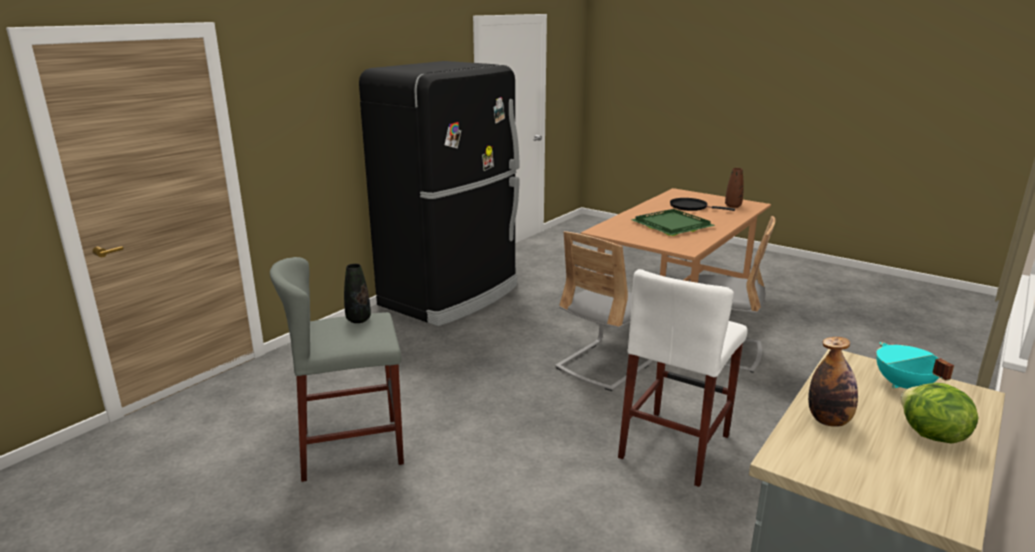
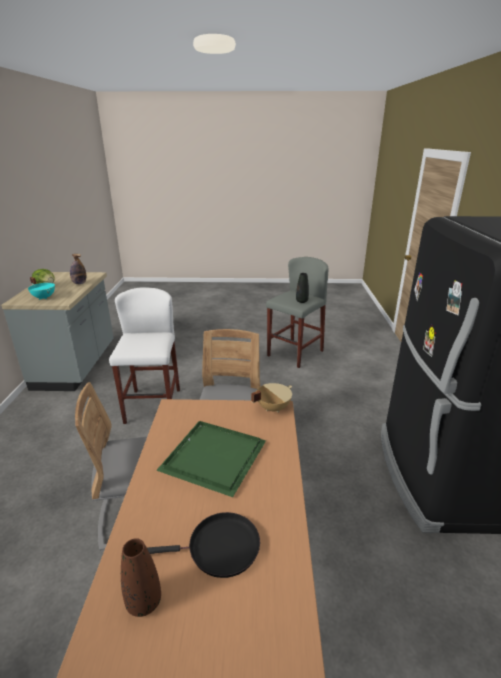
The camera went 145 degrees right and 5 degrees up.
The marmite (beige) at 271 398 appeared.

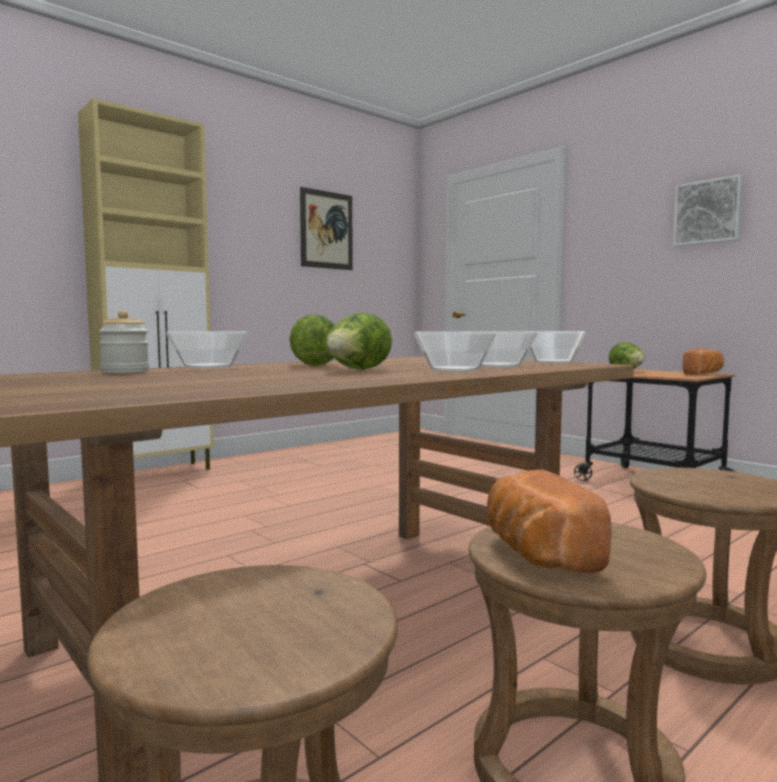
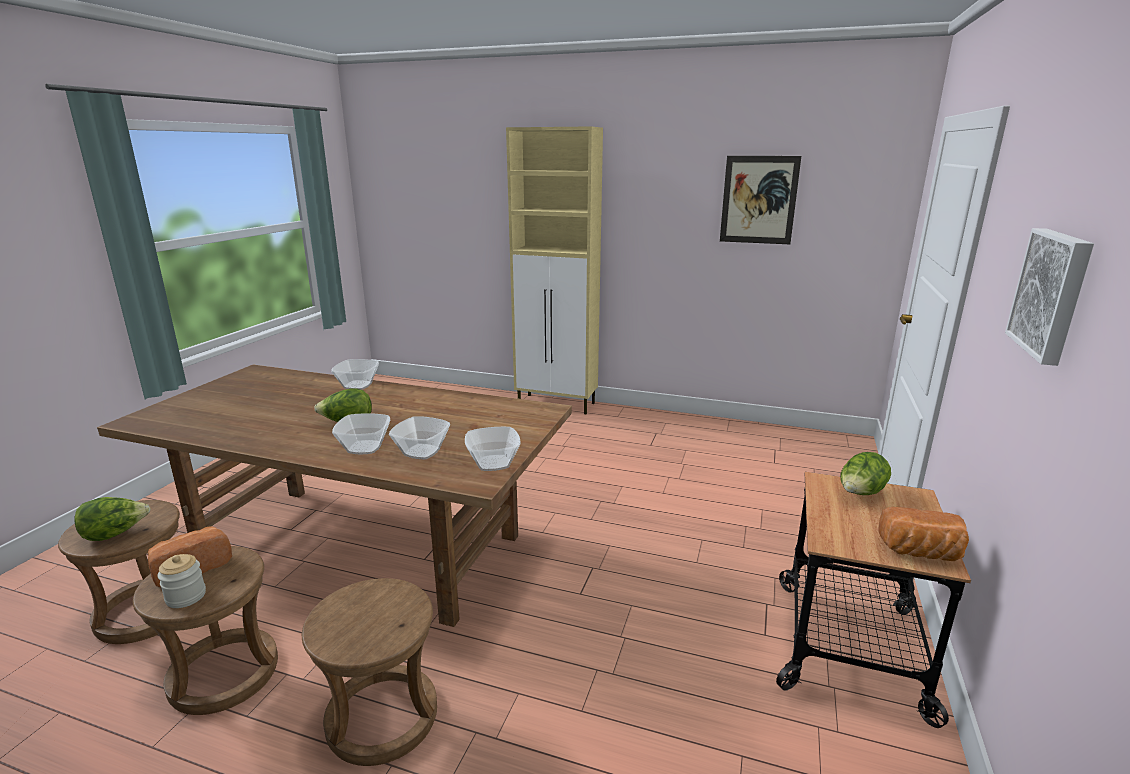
The camera went 60 degrees right and 15 degrees up.
The bocal moved from 124 341 to 182 581.
The laitue moved from 311 340 to 112 519.

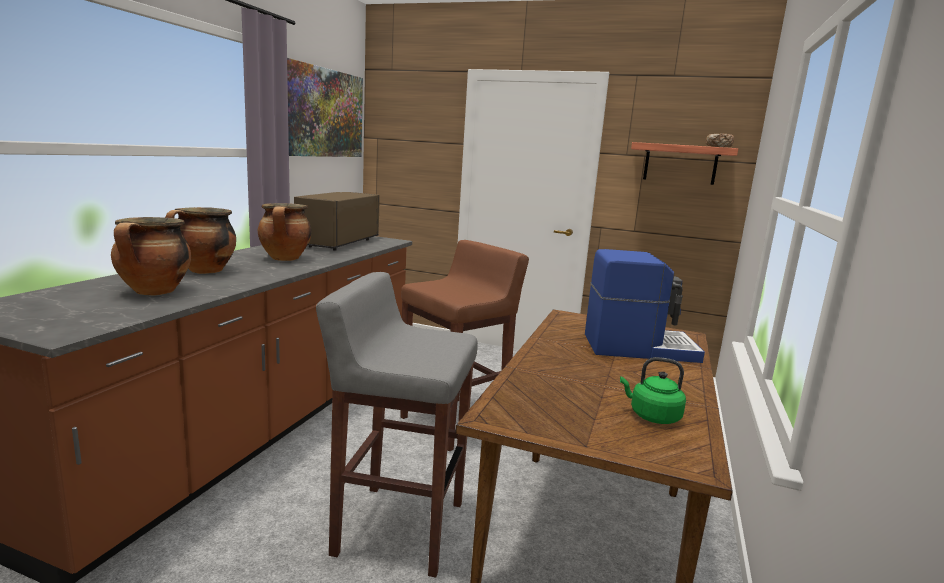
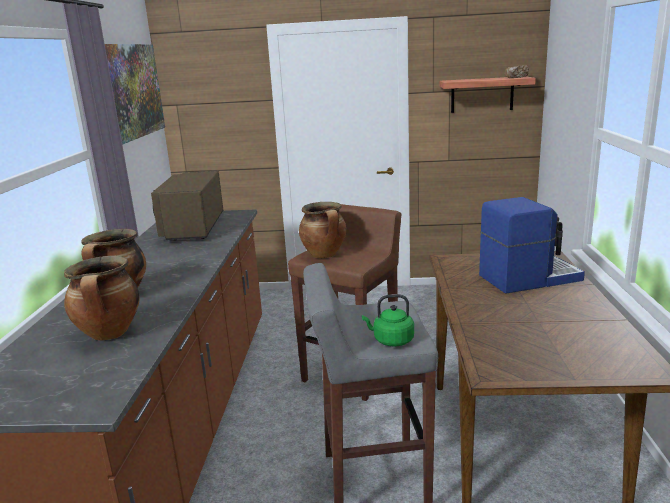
The camera went 15 degrees left and 5 degrees up.
The marmite moved from 284 232 to 323 230.
The bouilloire (vert) moved from 653 390 to 388 320.

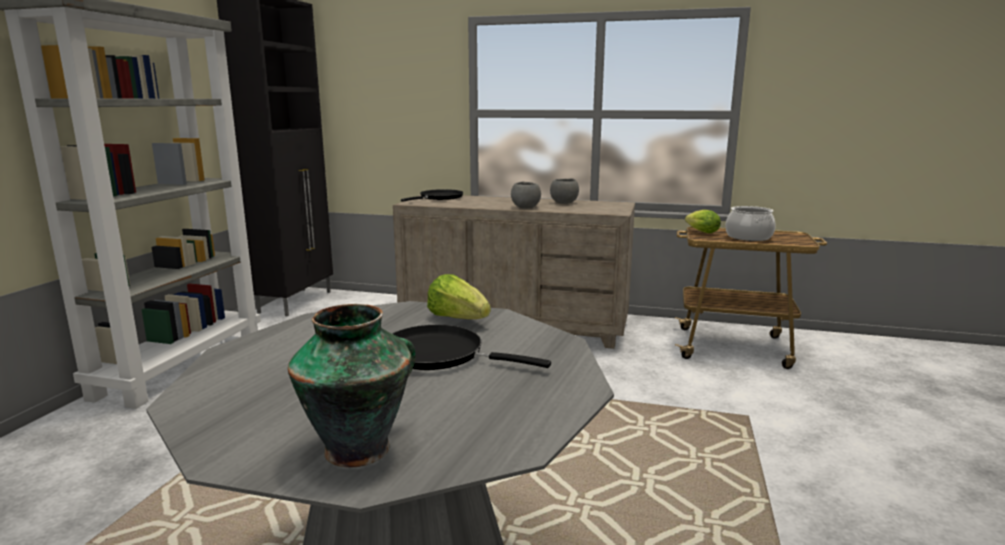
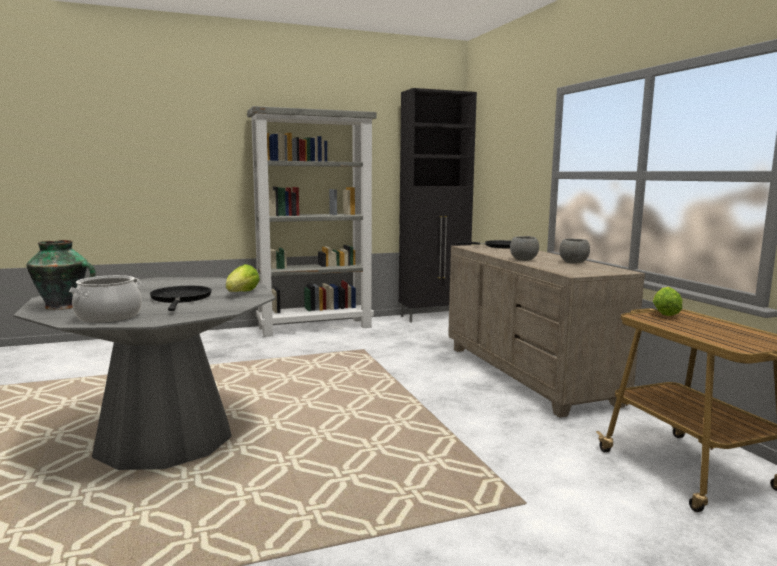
The camera went 55 degrees right and 5 degrees down.
The marmite moved from 750 223 to 105 299.

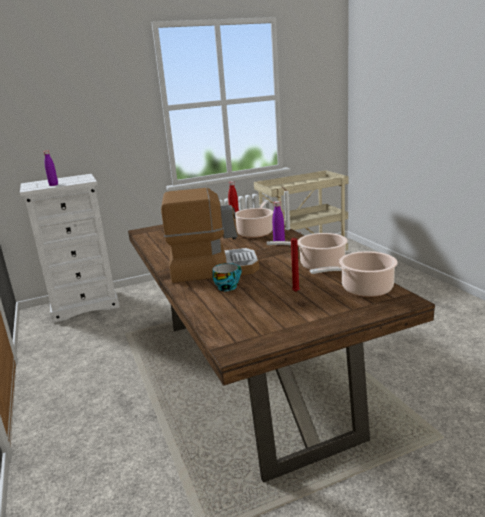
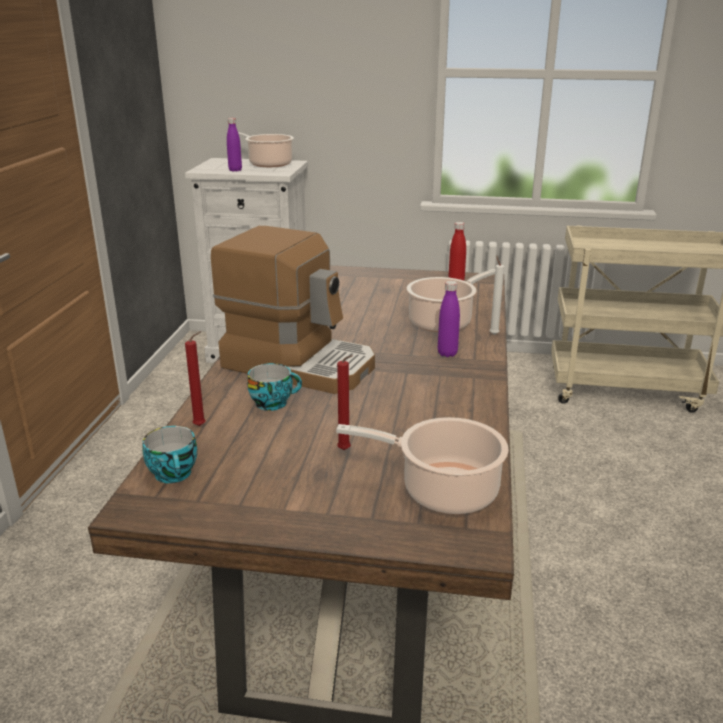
The camera went 30 degrees right and 5 degrees up.
The marmite moved from 307 251 to 260 149.
The bougie (rouge) at 195 378 appeared.
The tasse at 169 454 appeared.

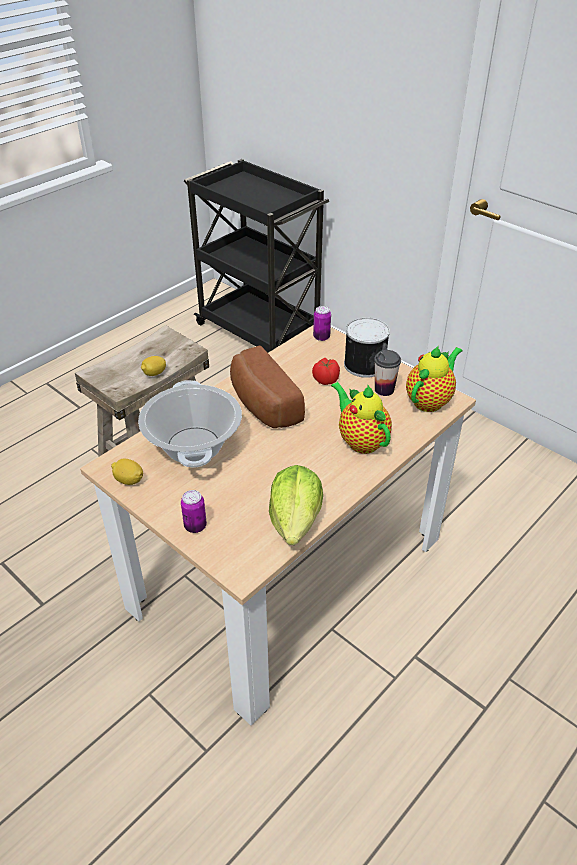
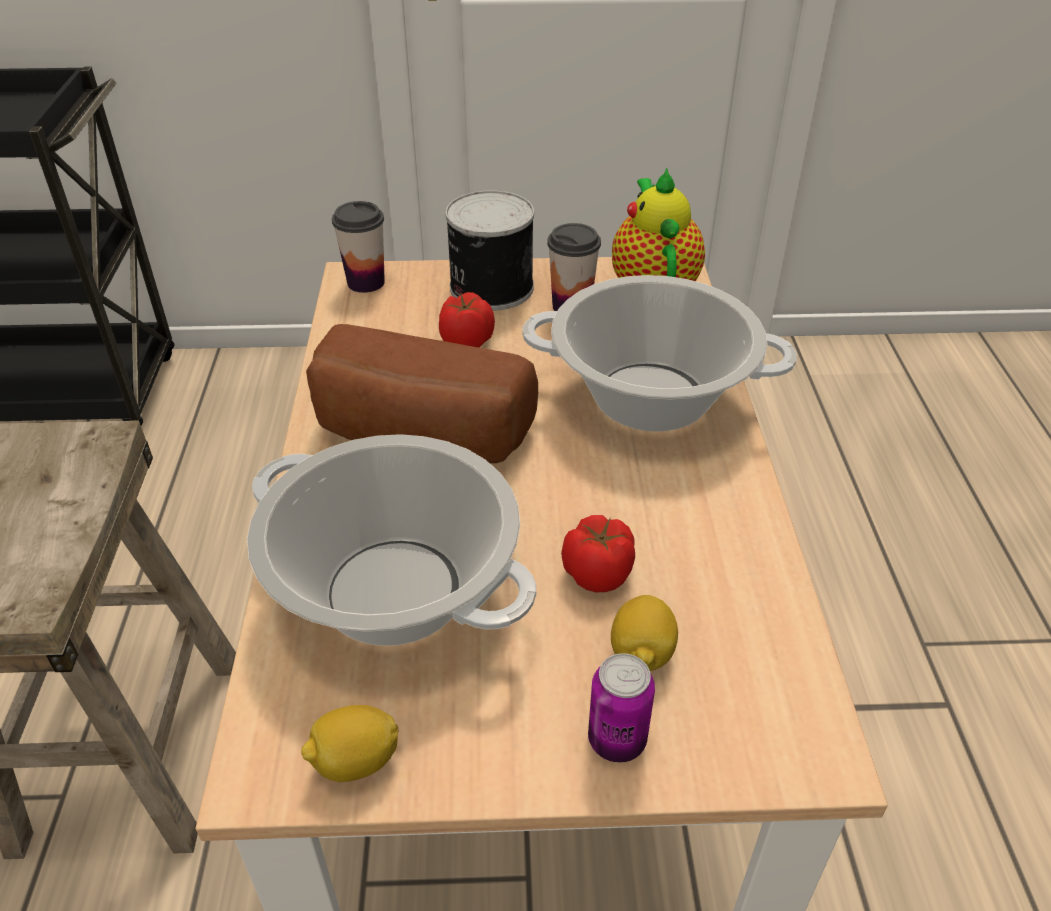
The camera went 45 degrees left and 0 degrees up.
The boîte métallique at 322 323 was replaced by the tasse at 358 247.
The citron moved from 153 366 to 644 633.
The théière at 361 418 was replaced by the marmite at 659 353.
The laitue at 296 505 disappeared.
The tomate at 598 553 appeared.

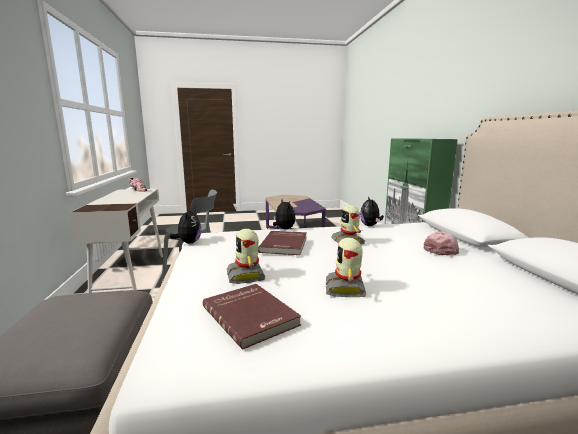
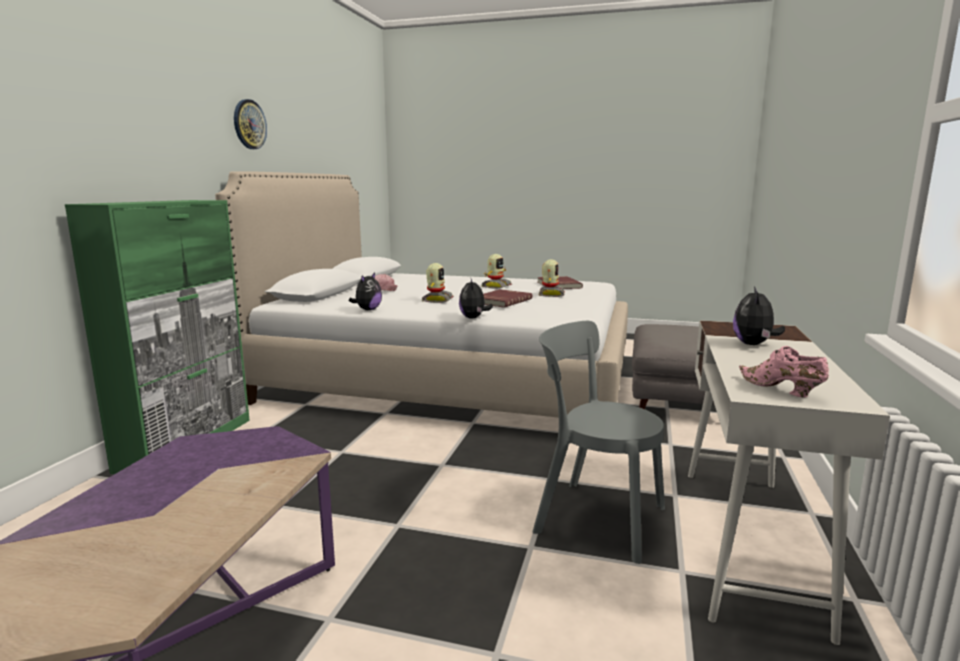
The camera went 155 degrees left and 0 degrees up.
The peluche moved from 185 226 to 759 315.
The horloge murale at 250 124 appeared.

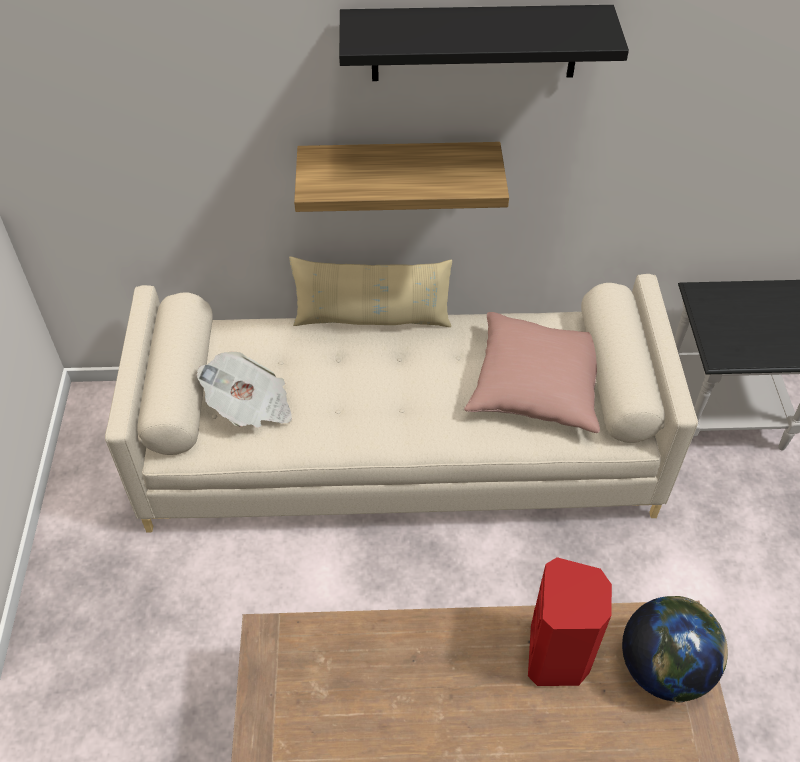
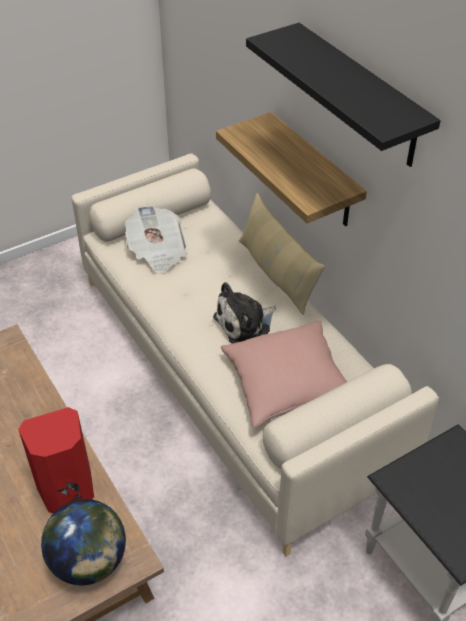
The camera went 60 degrees right and 5 degrees down.
The peluche at 244 313 appeared.

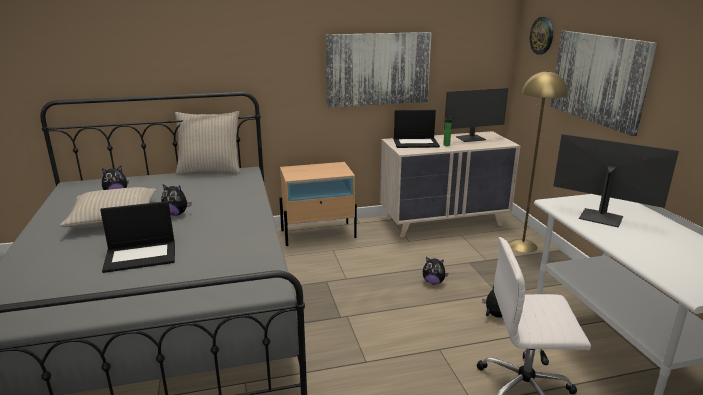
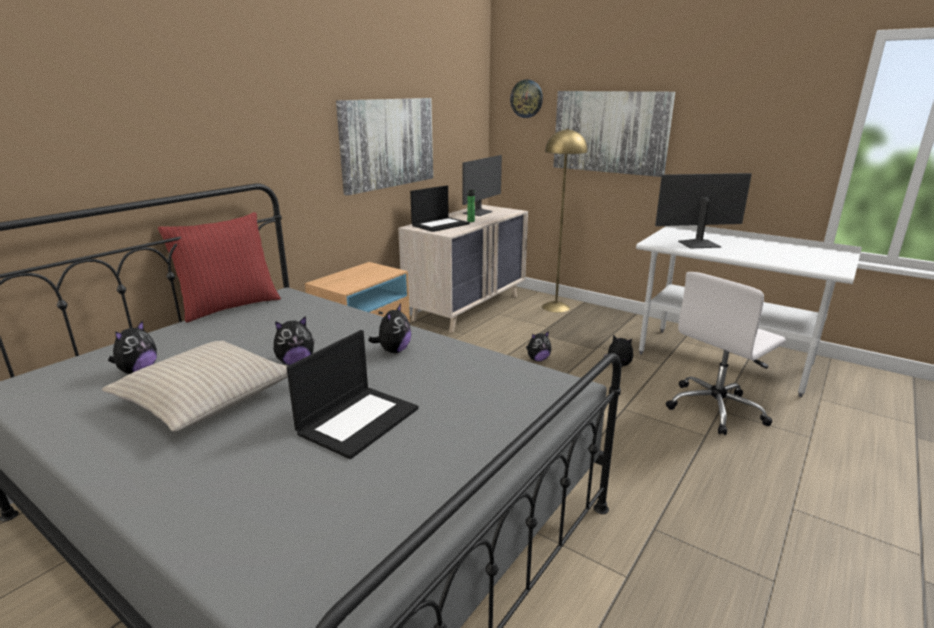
The camera went 40 degrees left and 0 degrees up.
The coussin (beige) at 207 142 became the coussin (rouge) at 219 267.
The peluche at 389 328 appeared.

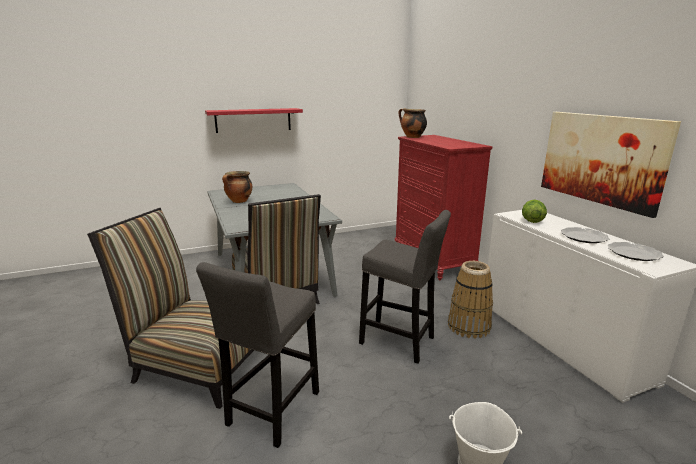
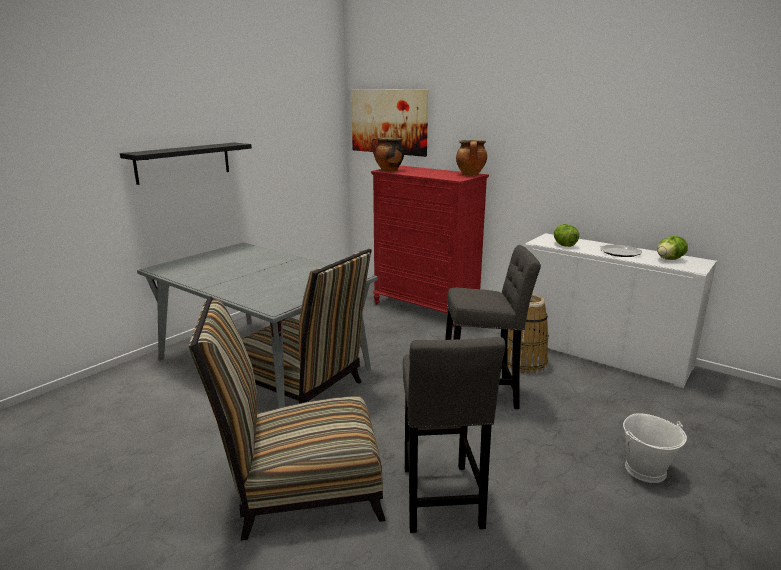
The camera went 30 degrees left and 0 degrees up.
The étagère (rouge) at 254 120 became the étagère (noir) at 186 164.
The tableau moved from 611 165 to 389 123.
The marmite moved from 237 187 to 471 157.
The assiette at 636 251 was replaced by the laitue at 672 248.

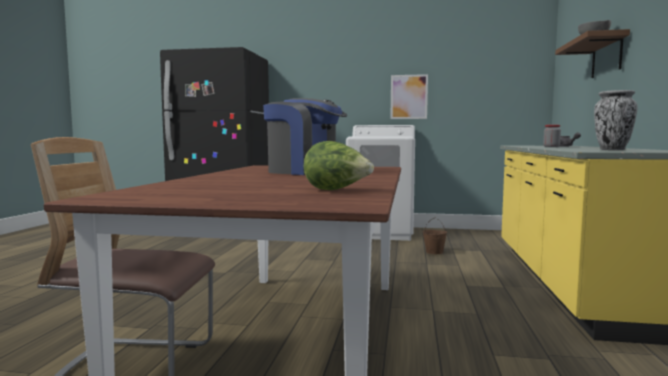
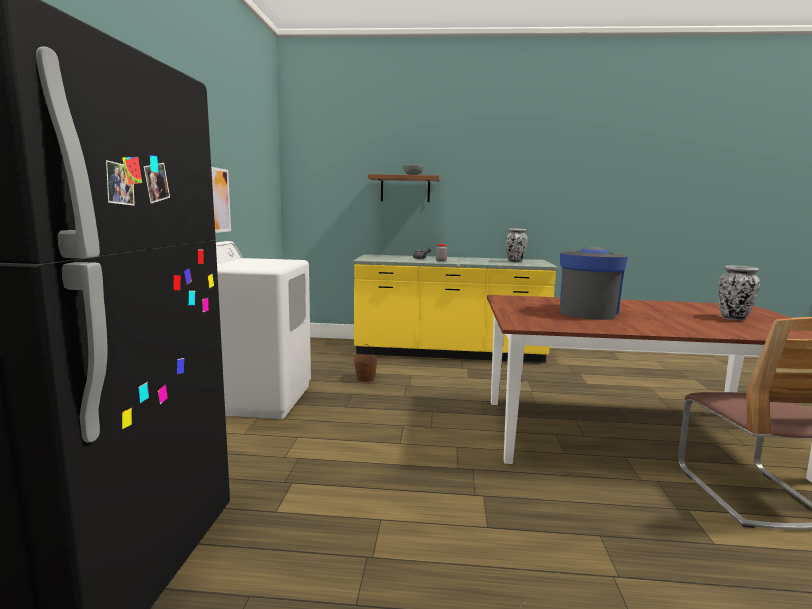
The camera went 95 degrees left and 5 degrees up.
The laitue at 339 165 disappeared.
The vase at 739 293 appeared.

